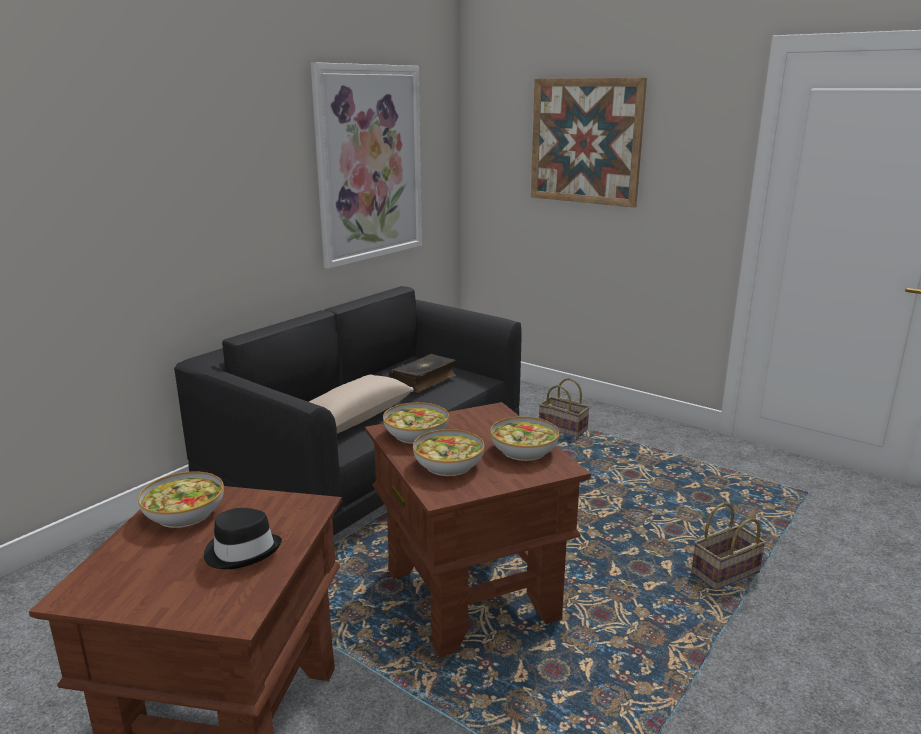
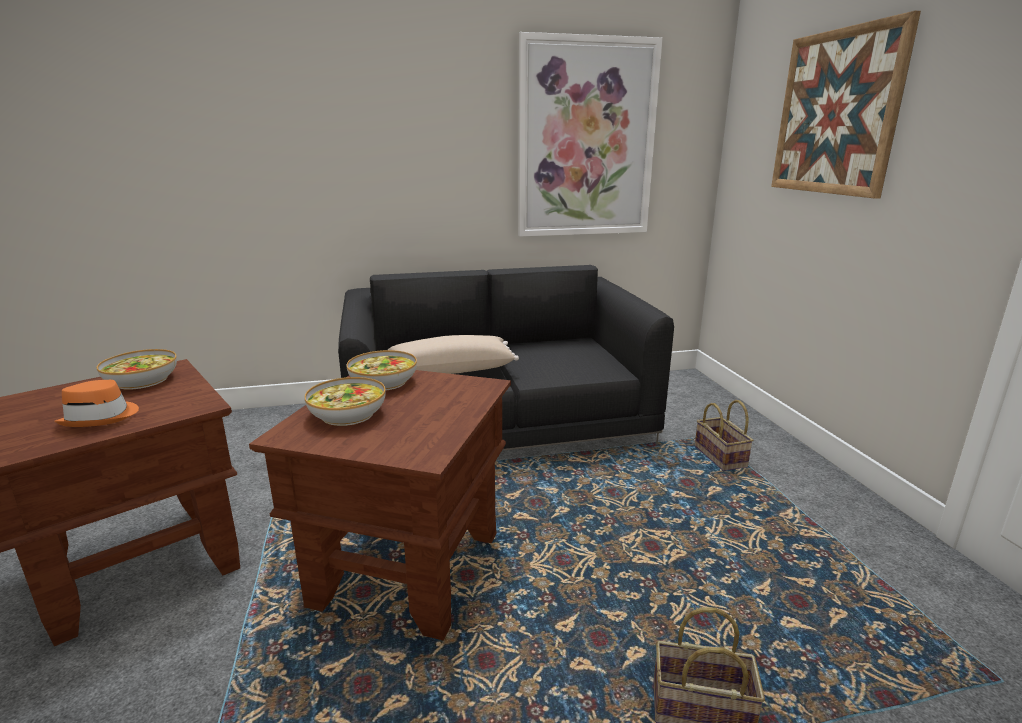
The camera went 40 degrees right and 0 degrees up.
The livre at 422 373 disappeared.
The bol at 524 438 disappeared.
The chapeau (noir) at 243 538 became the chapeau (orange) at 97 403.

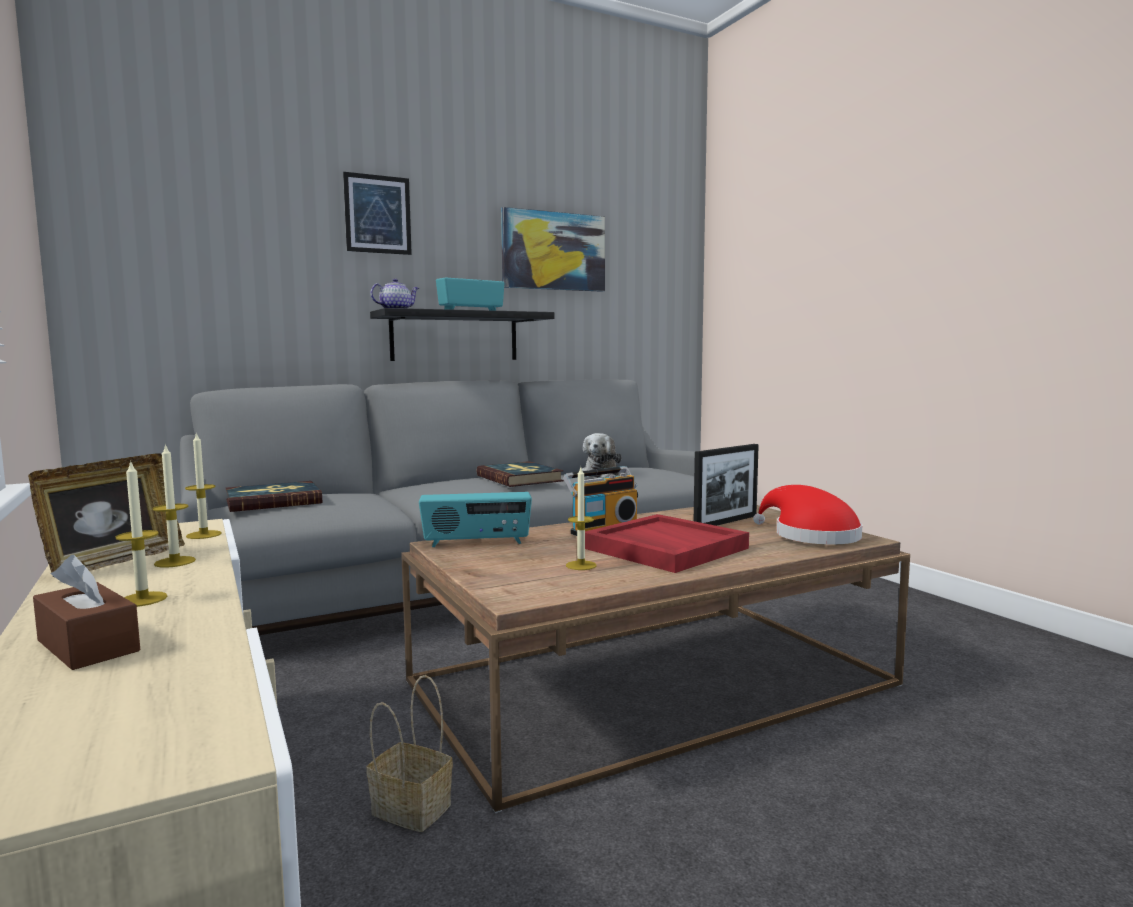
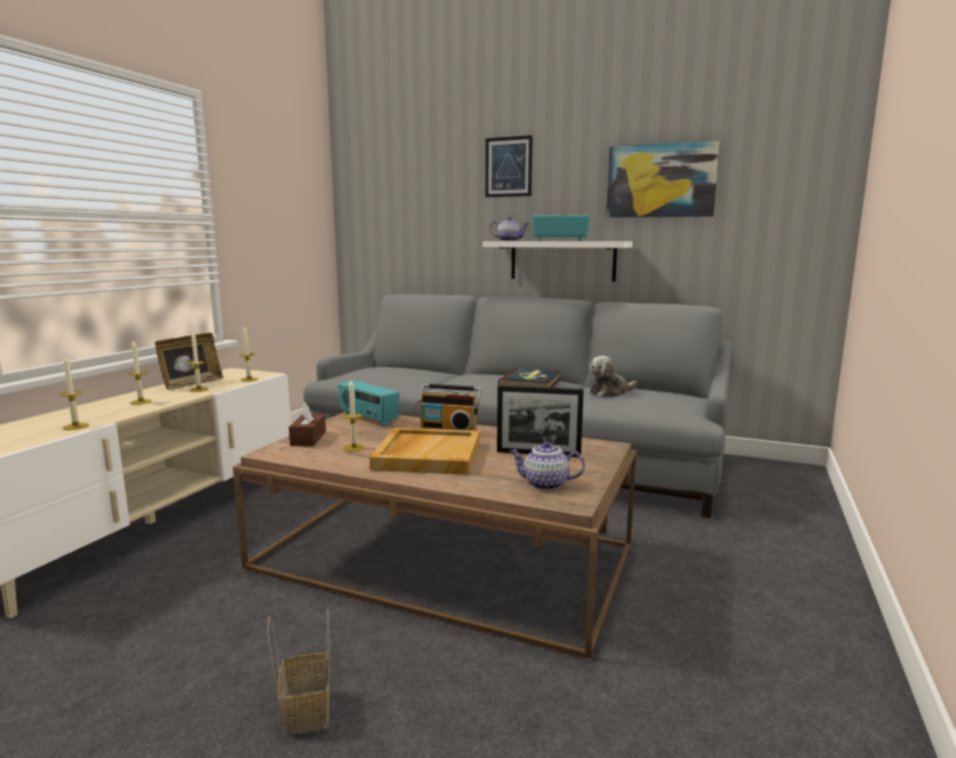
The camera went 50 degrees right and 5 degrees up.
The étagère (noir) at 462 334 became the étagère (blanc) at 557 261.
The cadre photo at 106 515 turned 45 degrees counterclockwise.
The livre at 274 496 disappeared.
The chapeau (rouge) at 807 514 was replaced by the théière at 547 465.
The plateau (rouge) at 667 543 became the plateau (beige) at 424 451.
The boîte à mouchoirs (marron) moved from 86 612 to 307 424.
The panier moved from 409 753 to 298 672.
The bougie at 74 392 appeared.

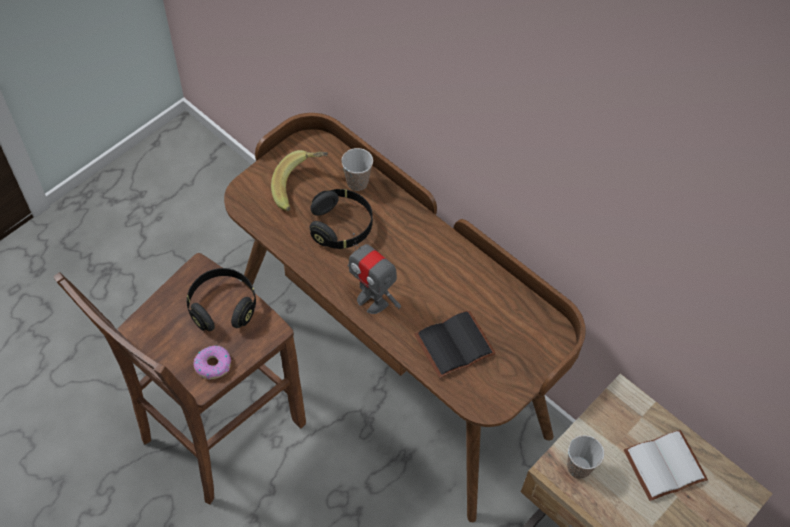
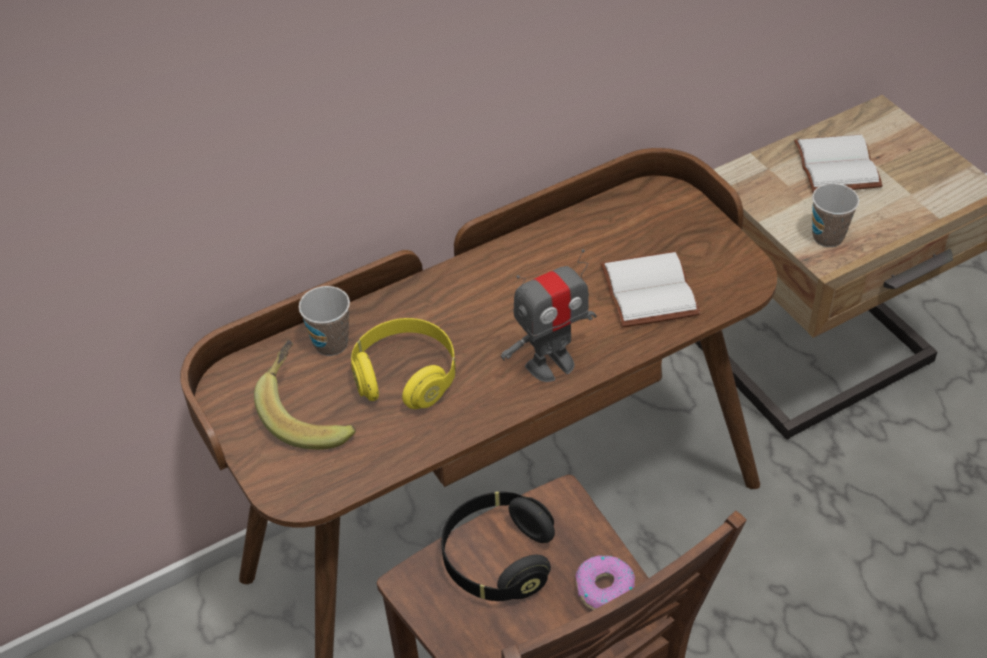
The camera went 70 degrees left and 10 degrees down.
The casque audio (noir) at 341 219 became the casque audio (jaune) at 403 363.
The livre (noir) at 455 344 became the livre (blanc) at 650 289.

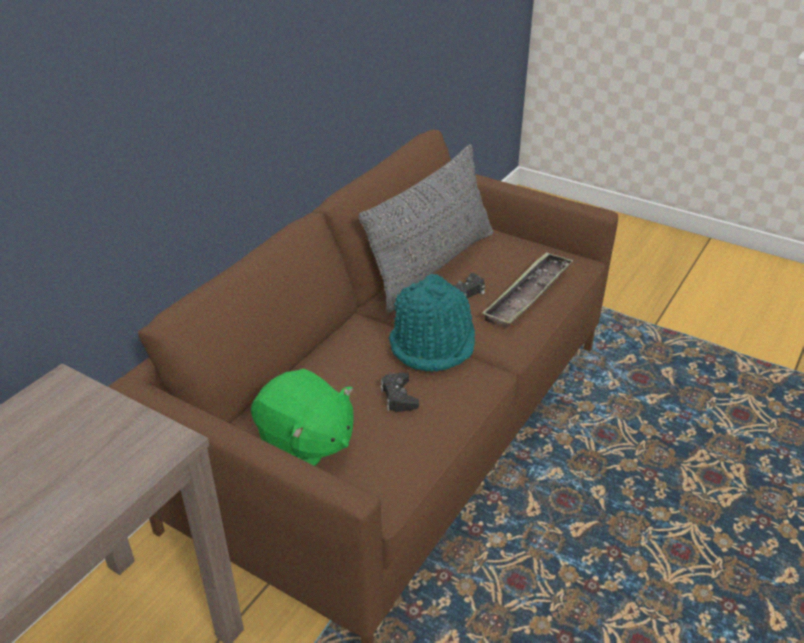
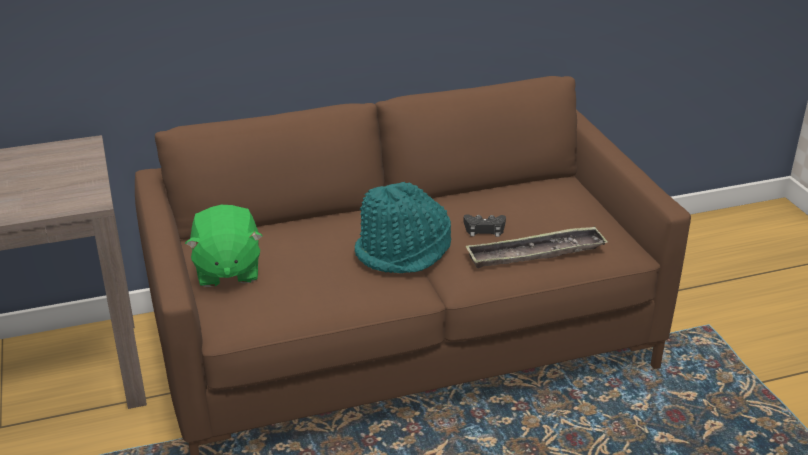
The camera went 40 degrees right and 5 degrees down.
The coussin (gris) at 426 229 disappeared.
The manette (noir) at 399 392 disappeared.

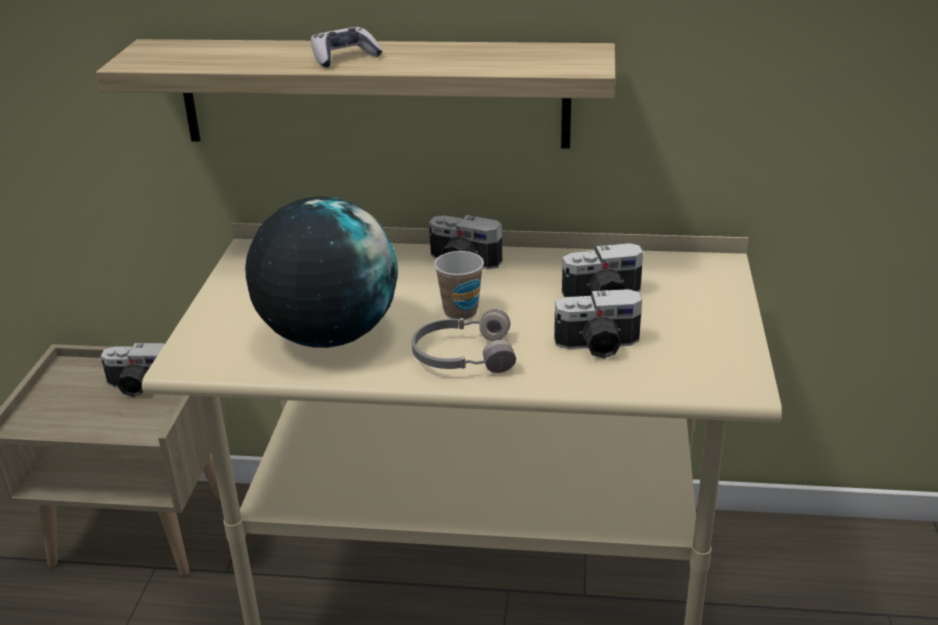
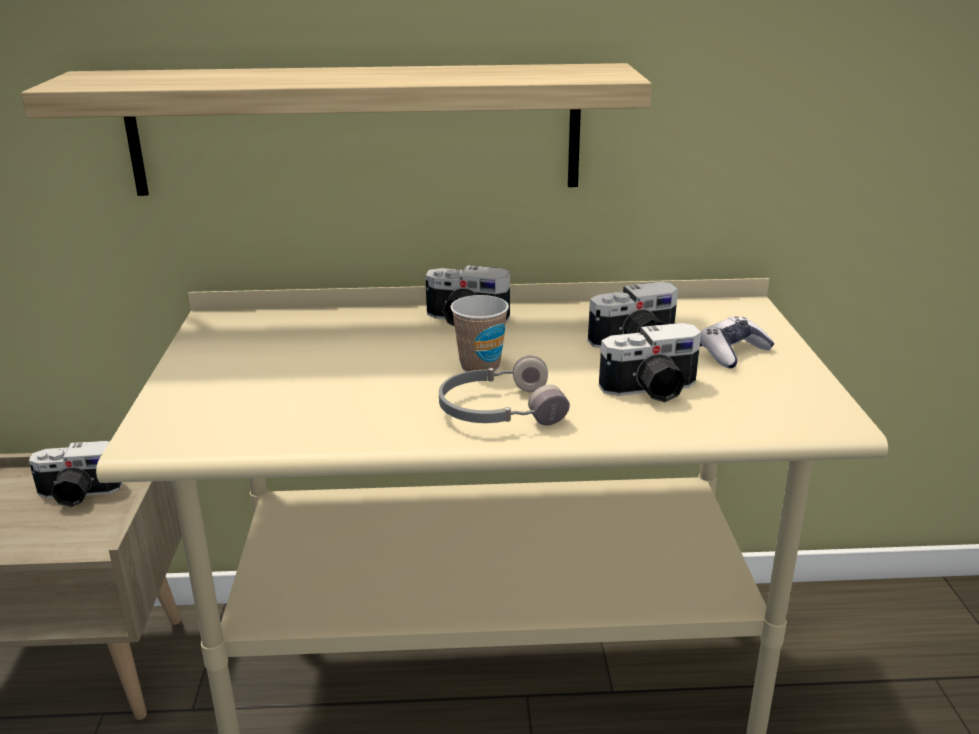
The camera went 10 degrees left and 5 degrees down.
The manette moved from 346 47 to 737 342.
The globe at 321 272 disappeared.

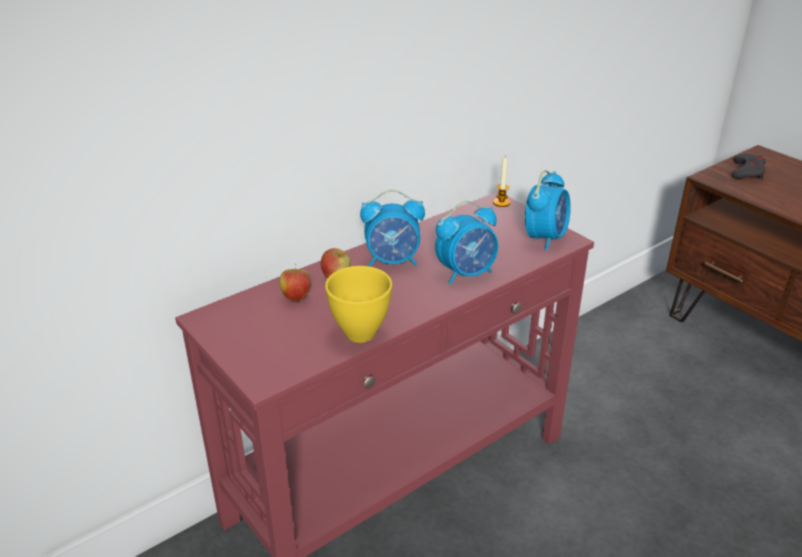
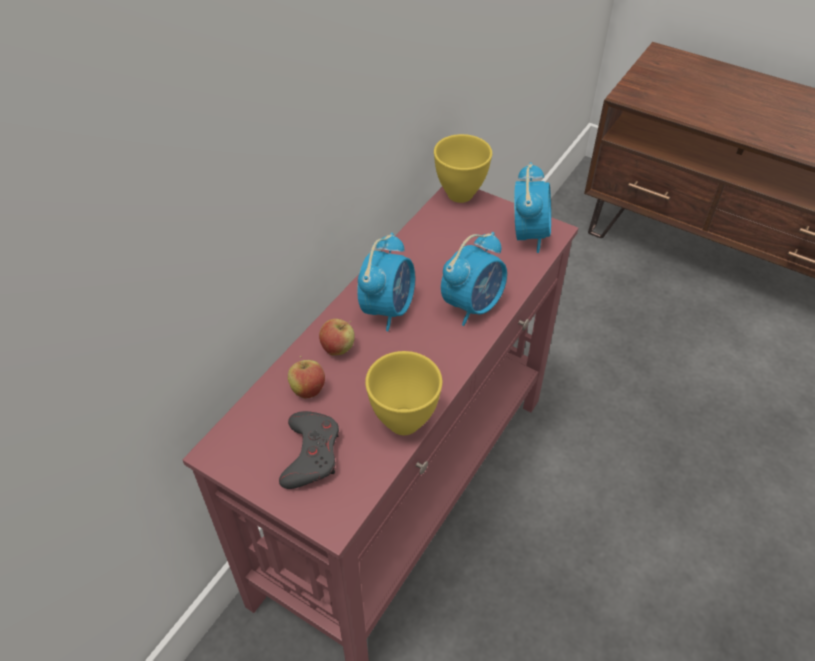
The camera went 20 degrees left and 15 degrees up.
The manette (gris) moved from 749 166 to 309 450.
The bougie at 501 182 was replaced by the bol (jaune) at 463 168.
The réveil at 392 228 turned 45 degrees counterclockwise.

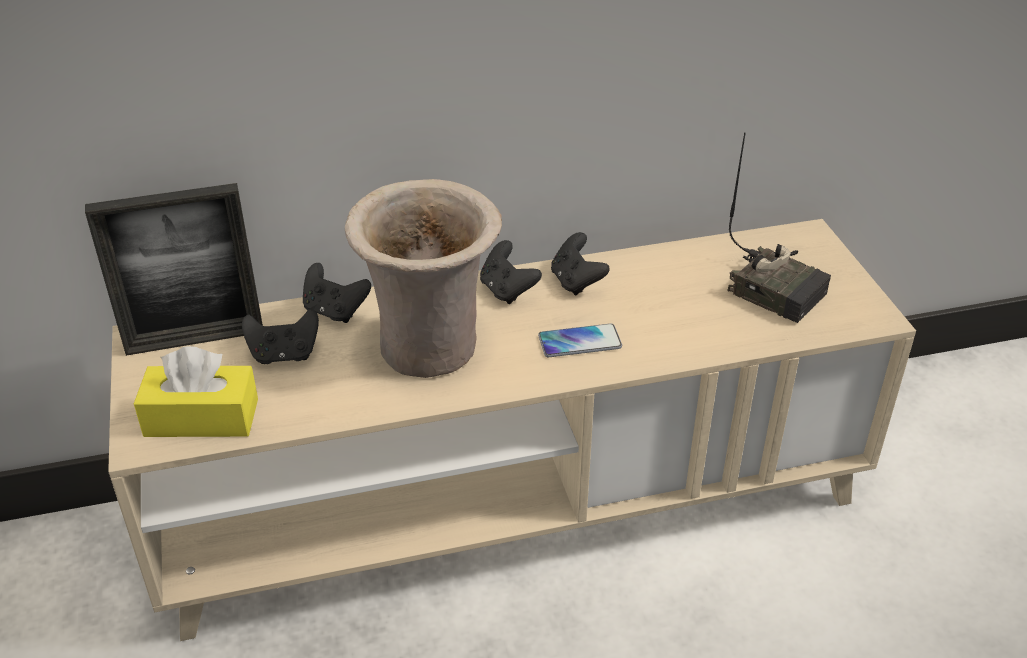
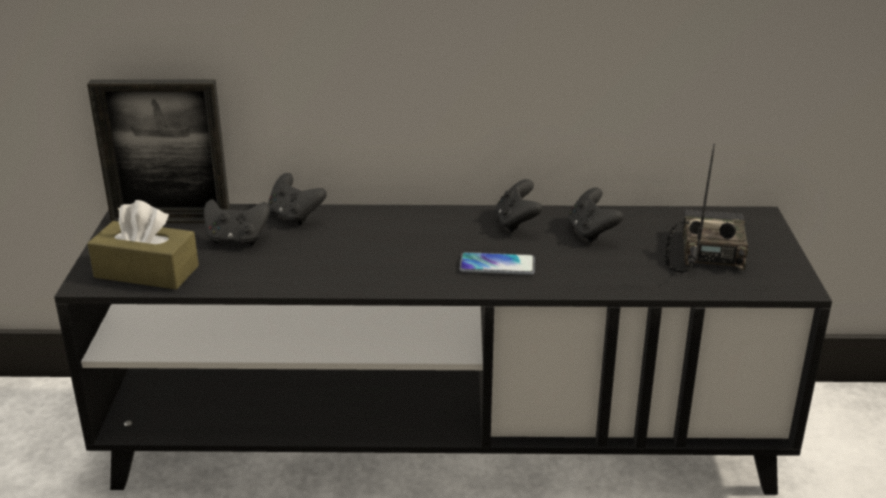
The camera went 15 degrees right and 10 degrees down.
The radio at 779 227 turned 135 degrees counterclockwise.
The vase (beige) at 423 278 disappeared.
The meuble télé (beige) at 512 430 became the meuble télé (noir) at 443 349.
The manette (noir) moved from 511 272 to 596 215.
The boîte à mouchoirs (jaune) at 196 391 became the boîte à mouchoirs (marron) at 143 245.

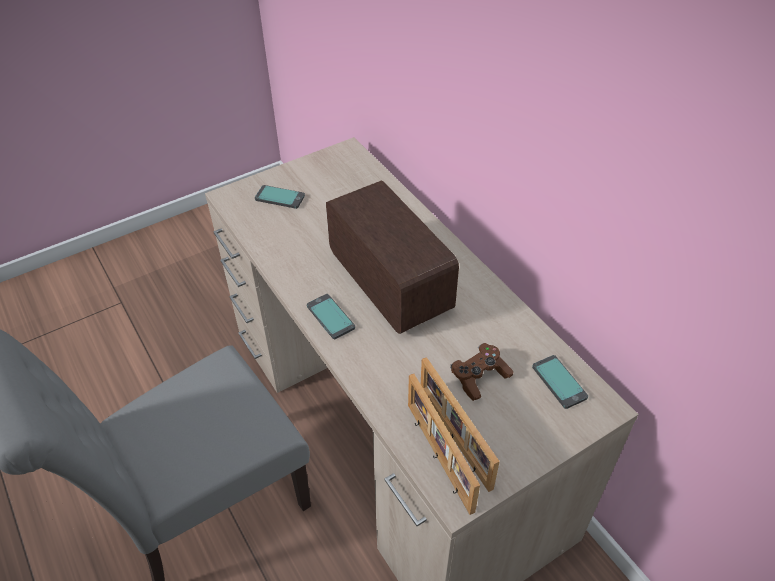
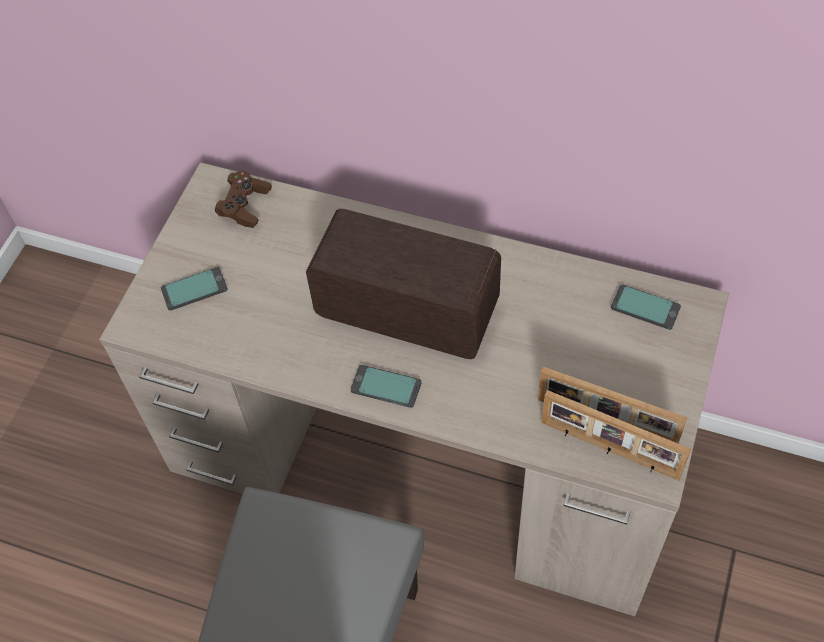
The camera went 35 degrees left and 10 degrees up.
The manette (marron) moved from 482 372 to 243 199.

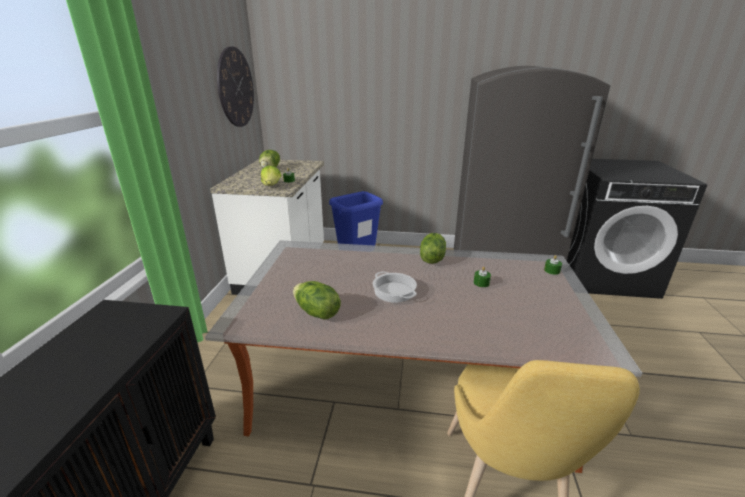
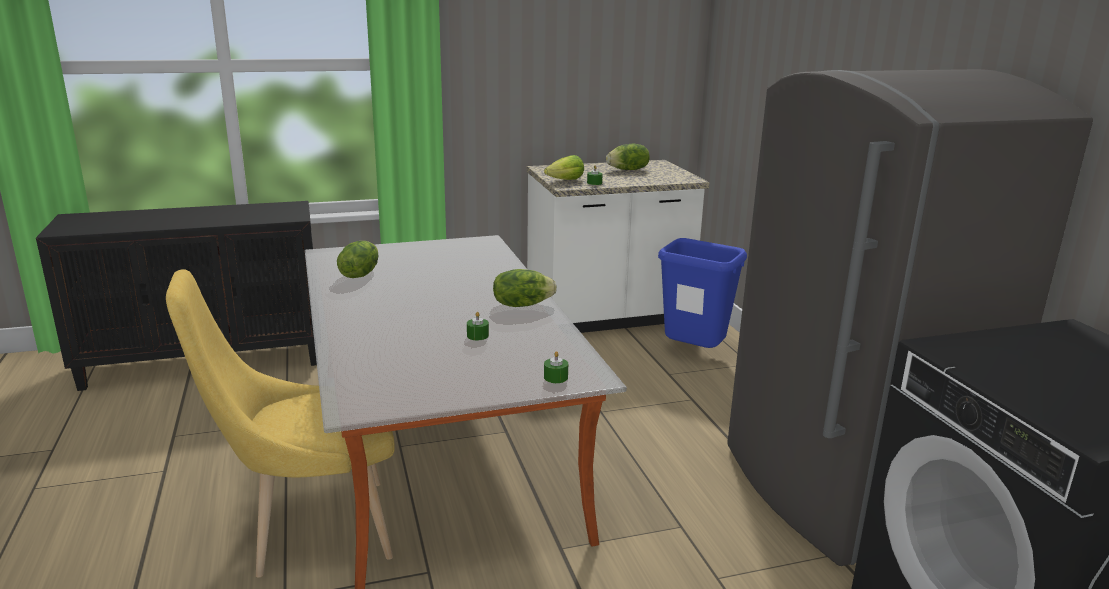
The camera went 65 degrees right and 5 degrees down.
The horloge murale at 235 86 disappeared.
The marmite at 395 287 disappeared.

